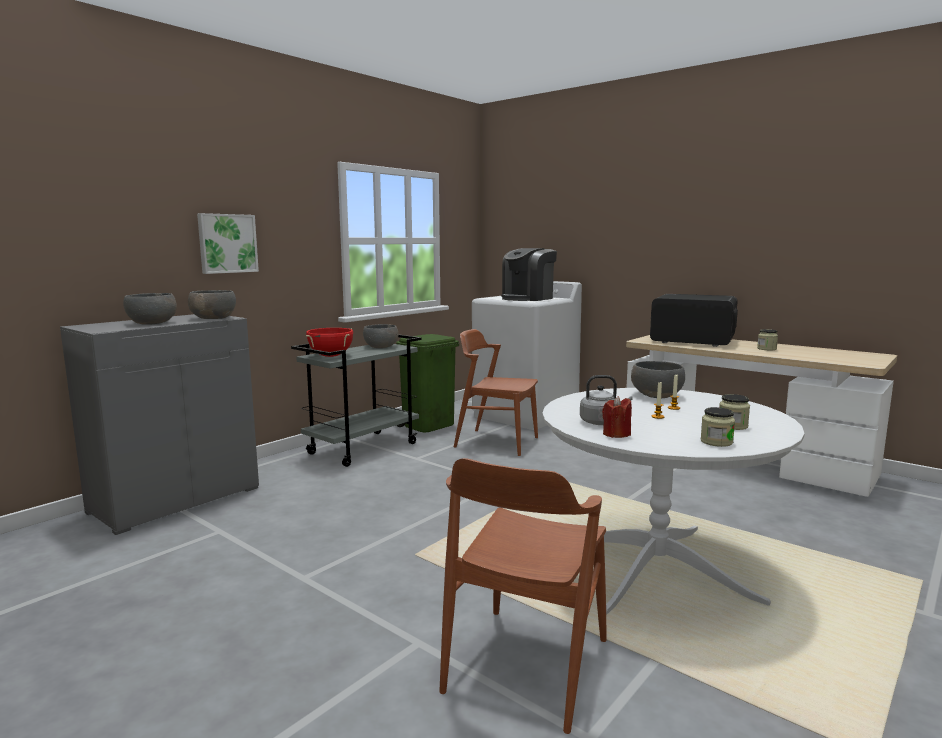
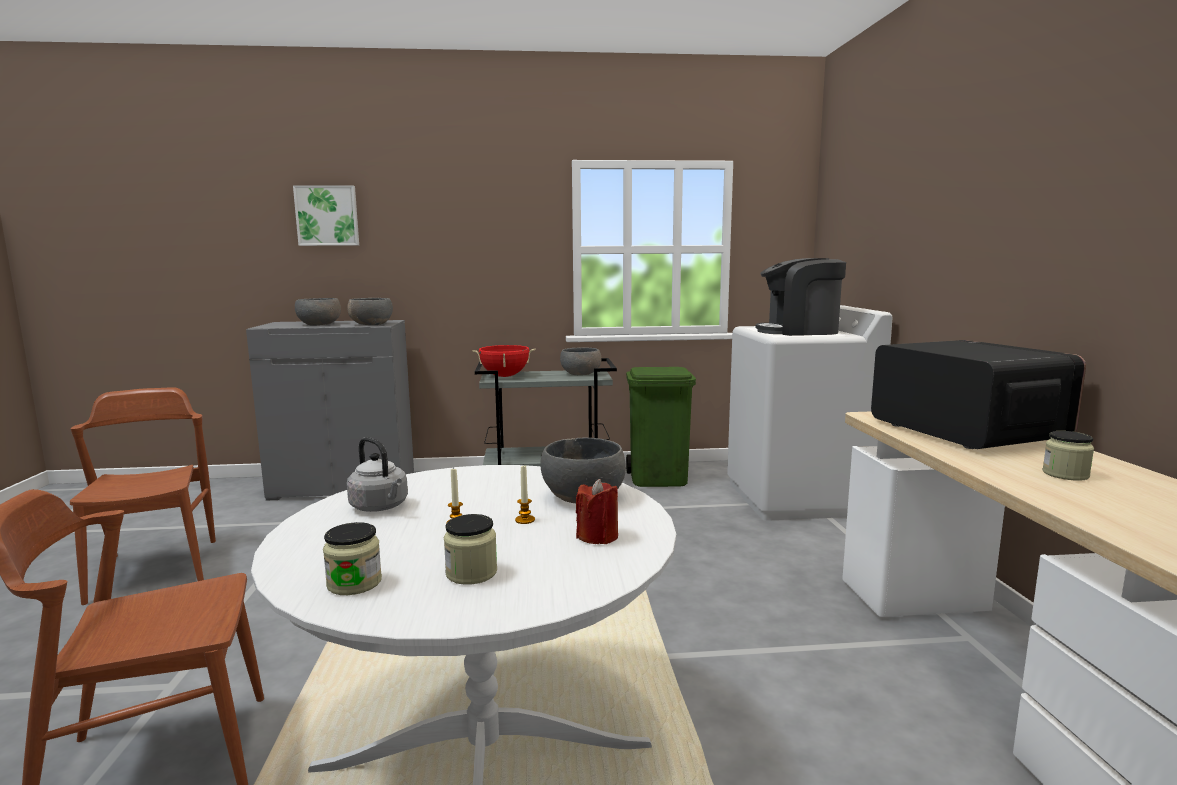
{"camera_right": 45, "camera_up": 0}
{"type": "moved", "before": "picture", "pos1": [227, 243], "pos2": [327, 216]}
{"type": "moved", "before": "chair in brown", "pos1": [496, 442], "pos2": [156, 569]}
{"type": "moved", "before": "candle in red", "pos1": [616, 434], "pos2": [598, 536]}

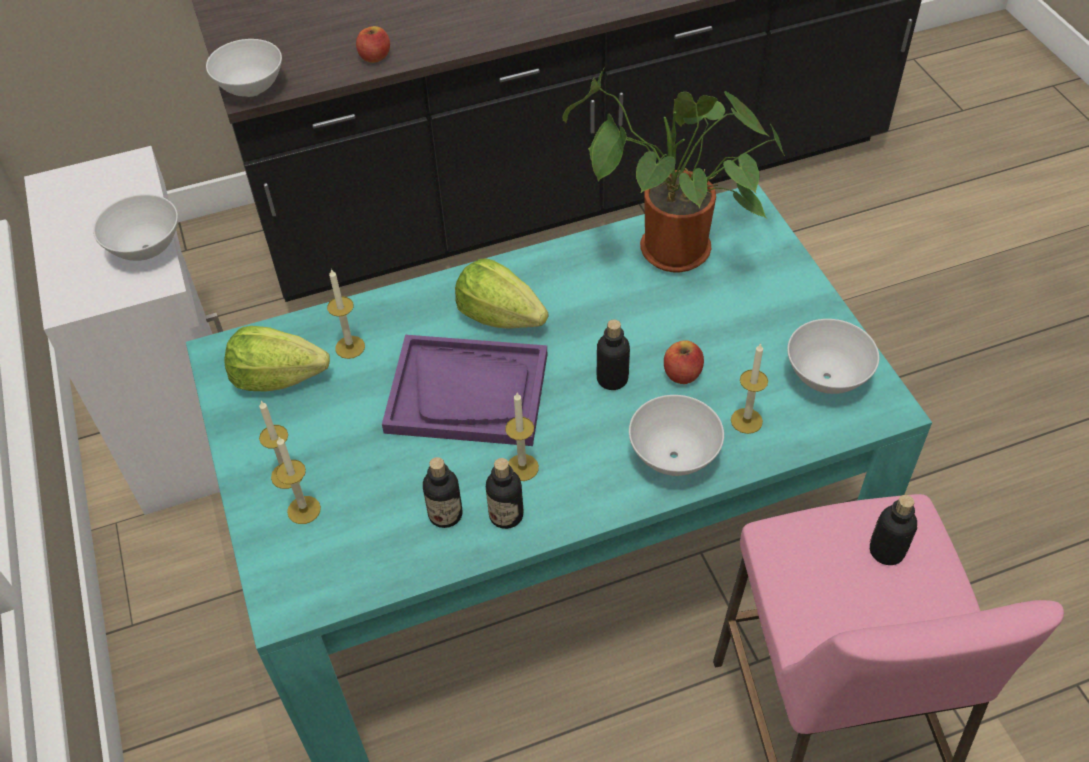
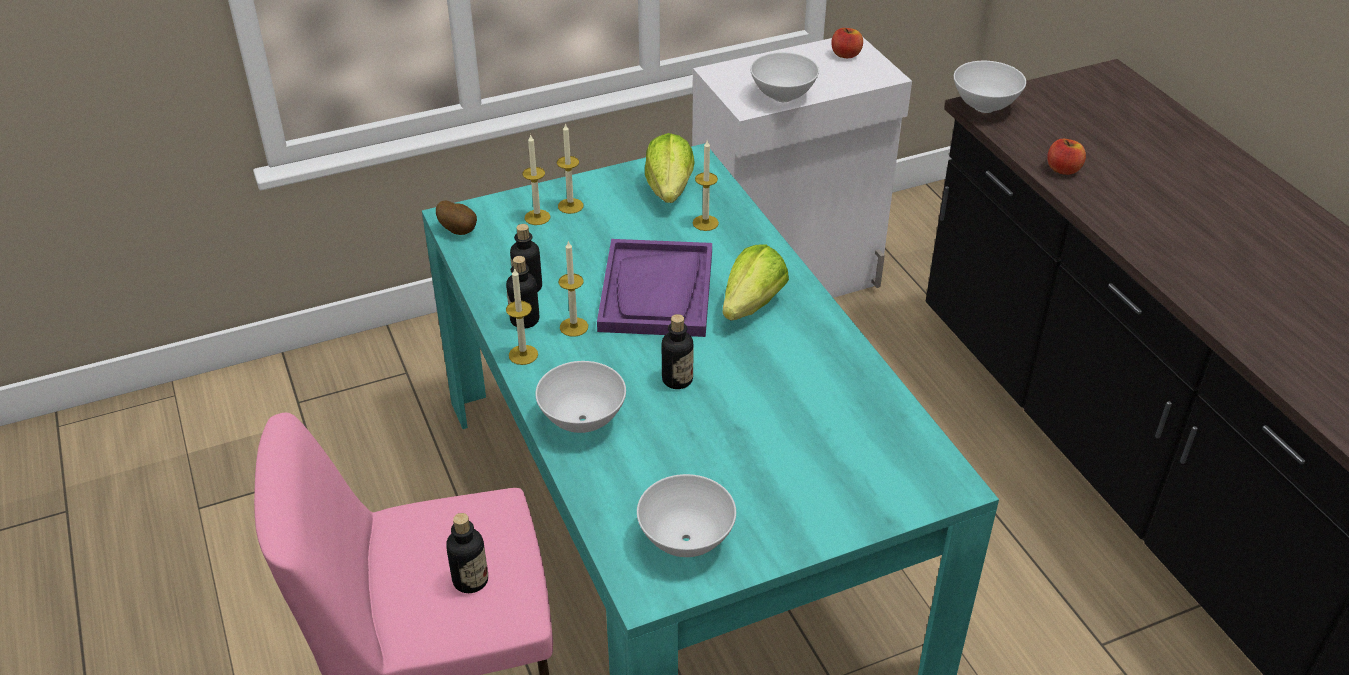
{"camera_right": 85, "camera_up": -10}
{"type": "removed", "before": "potted plant", "pos1": [667, 254]}
{"type": "moved", "before": "apple", "pos1": [682, 374], "pos2": [846, 55]}
{"type": "moved", "before": "candle", "pos1": [746, 421], "pos2": [523, 355]}
{"type": "added", "after": "potato", "pos2": [459, 230]}

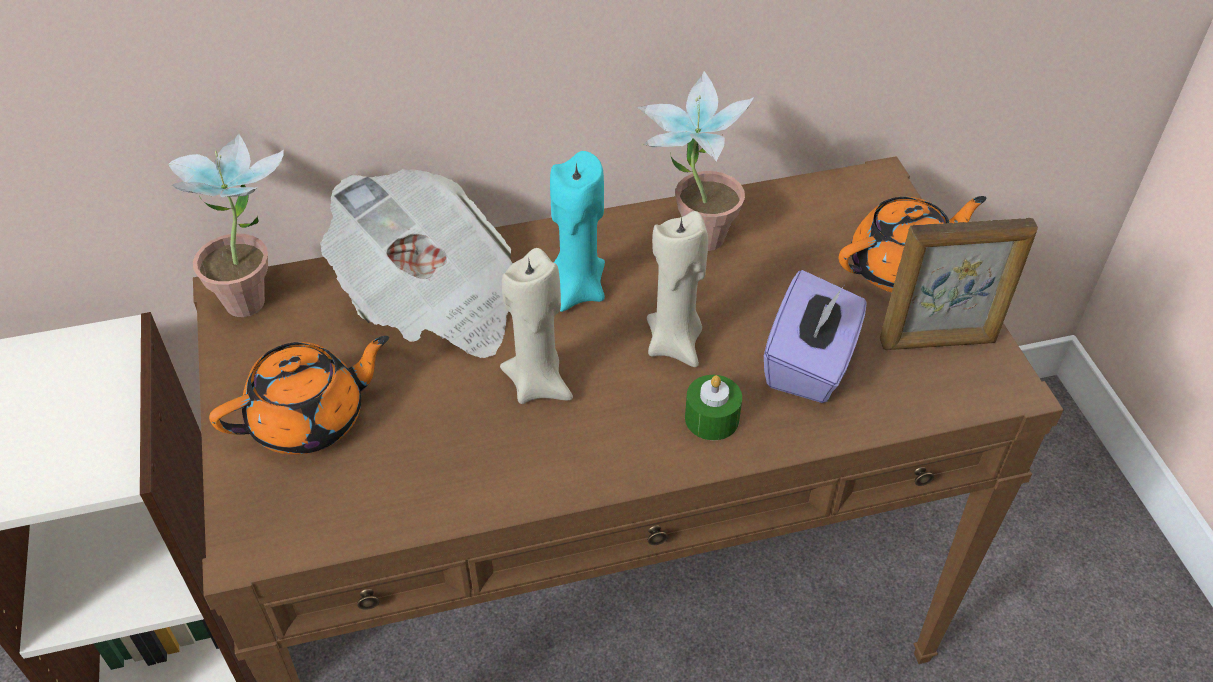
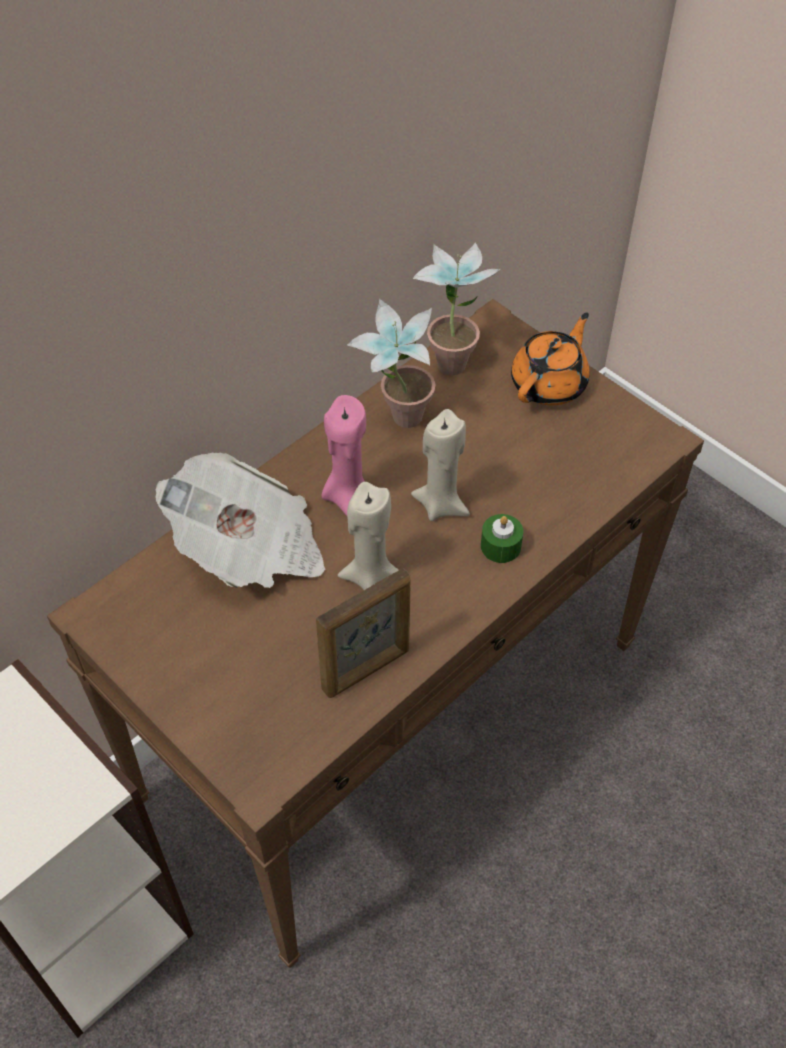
{"camera_right": -30, "camera_up": 5}
{"type": "moved", "before": "potted plant", "pos1": [257, 294], "pos2": [453, 357]}
{"type": "recoloured", "before": "candle in turquoise", "after": "candle in pink", "pos1": [577, 290], "pos2": [346, 495]}
{"type": "moved", "before": "picture frame", "pos1": [938, 342], "pos2": [367, 670]}
{"type": "removed", "before": "tissue box in purple", "pos1": [810, 363]}
{"type": "removed", "before": "teapot in orange", "pos1": [310, 419]}

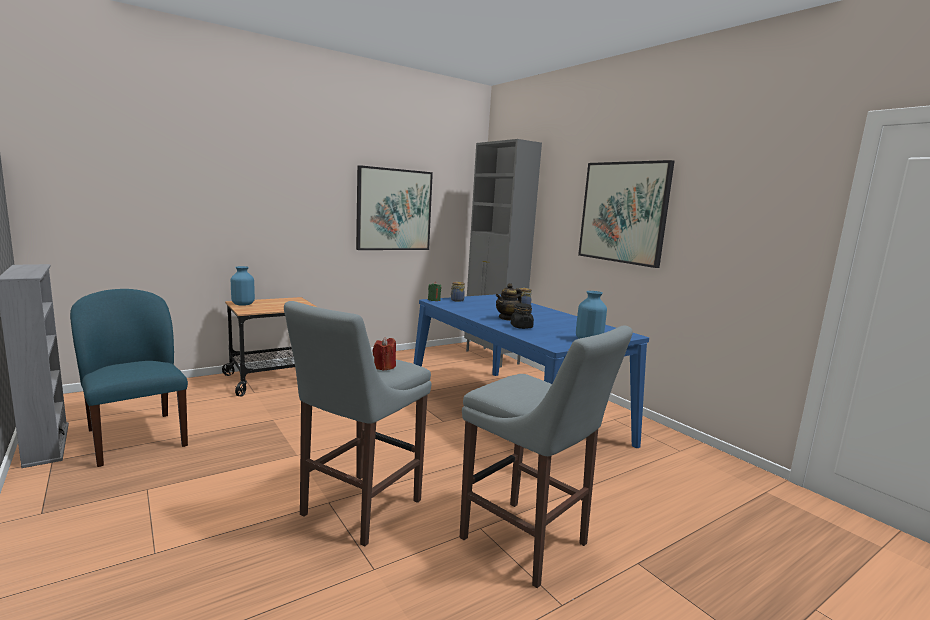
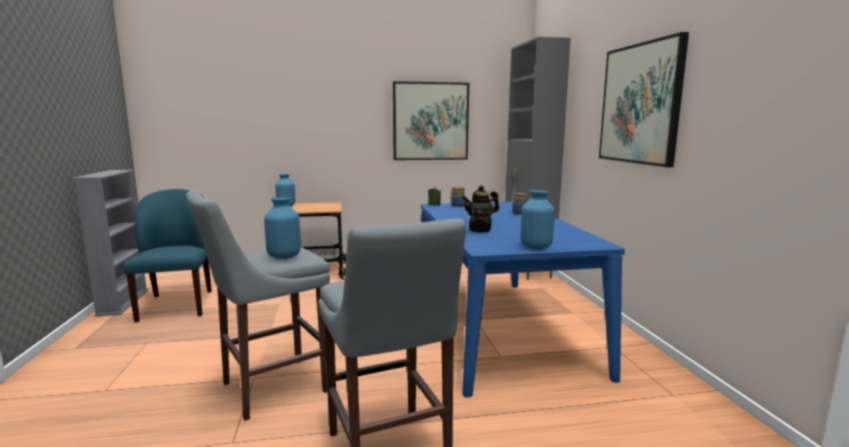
{"camera_right": 25, "camera_up": 0}
{"type": "replaced", "before": "candle in red", "after": "vase in blue", "pos1": [384, 367], "pos2": [284, 256]}

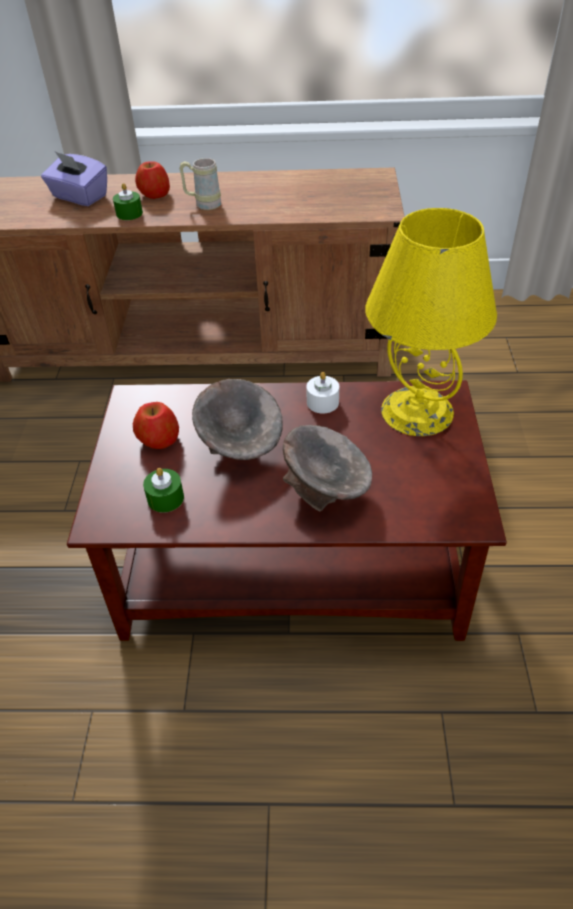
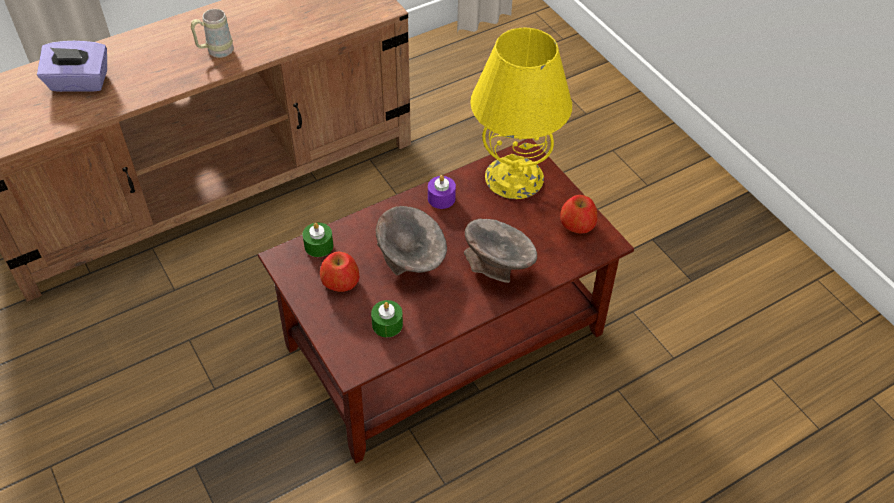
{"camera_right": -35, "camera_up": 5}
{"type": "moved", "before": "apple", "pos1": [155, 194], "pos2": [577, 224]}
{"type": "moved", "before": "candle in green", "pos1": [129, 213], "pos2": [318, 246]}
{"type": "recoloured", "before": "candle in white", "after": "candle in purple", "pos1": [322, 402], "pos2": [441, 198]}

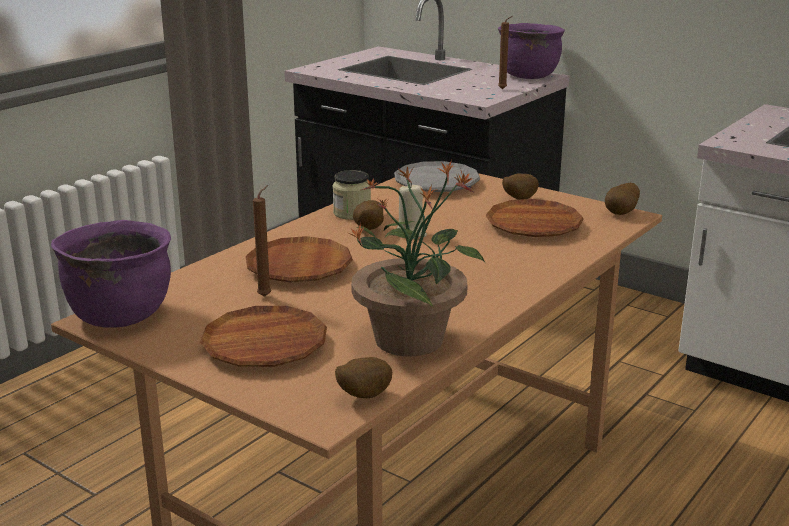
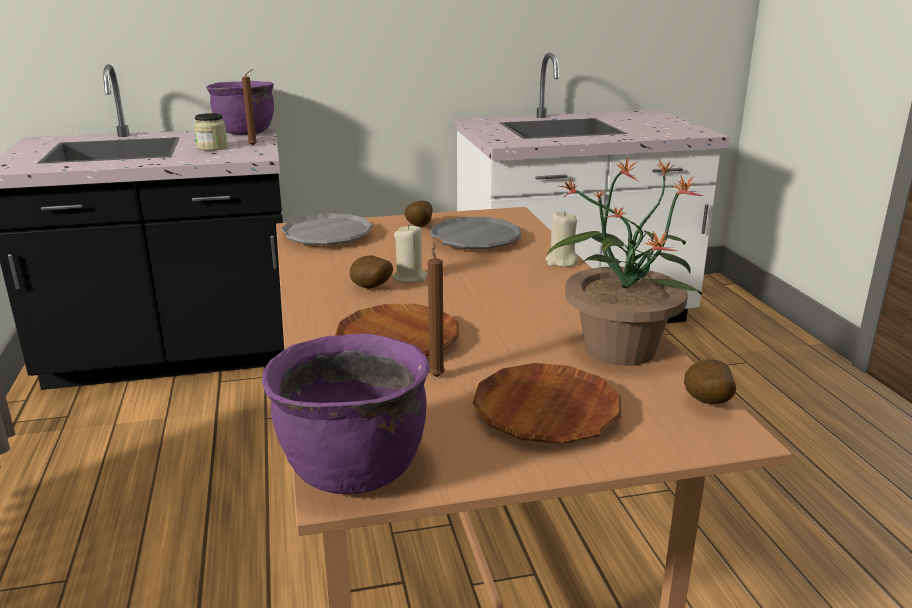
{"camera_right": -50, "camera_up": 0}
{"type": "moved", "before": "jar", "pos1": [352, 213], "pos2": [212, 147]}
{"type": "removed", "before": "potato", "pos1": [622, 213]}
{"type": "recoloured", "before": "plate in brown", "after": "plate in grey", "pos1": [533, 225], "pos2": [475, 240]}
{"type": "added", "after": "candle in beige", "pos2": [561, 262]}

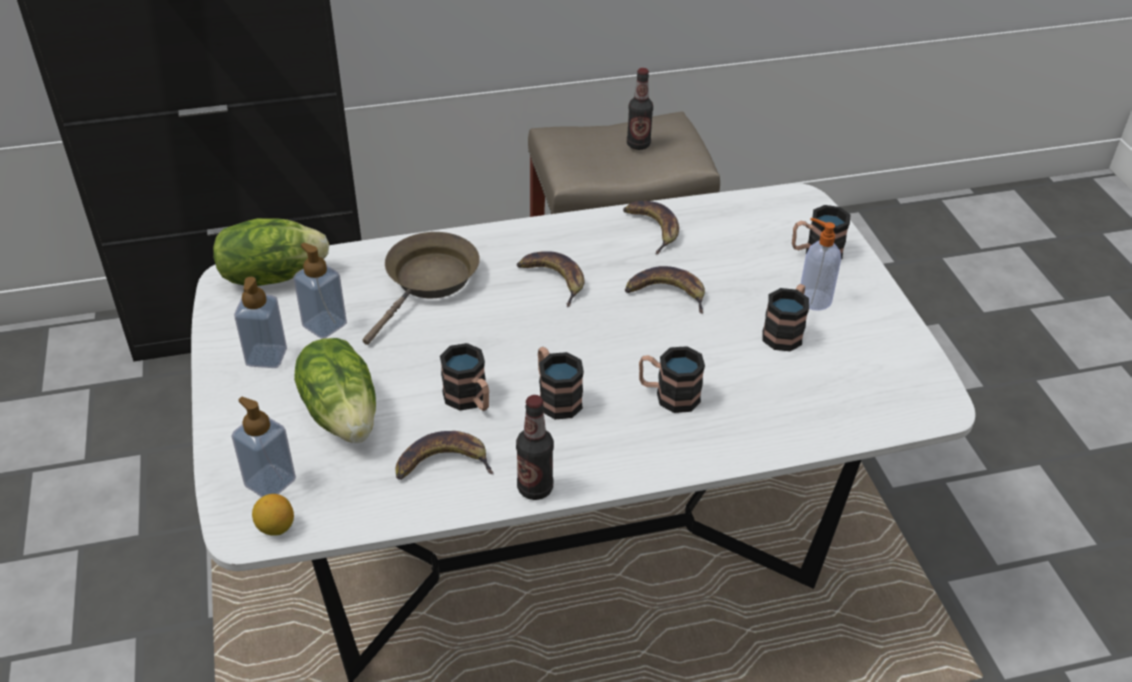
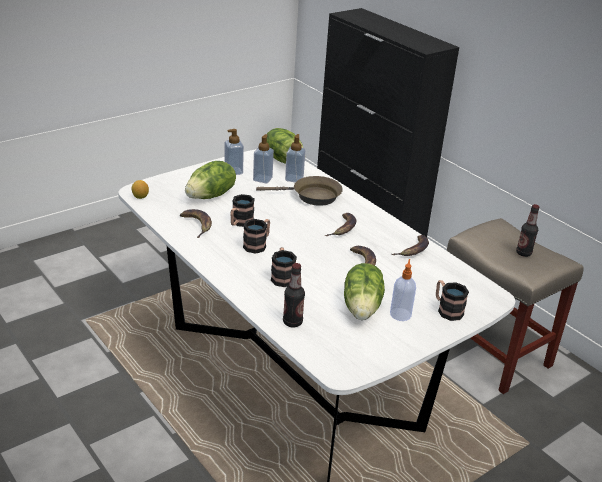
{"camera_right": 65, "camera_up": -10}
{"type": "replaced", "before": "mug", "after": "lettuce", "pos1": [785, 331], "pos2": [362, 307]}
{"type": "moved", "before": "bottle", "pos1": [535, 488], "pos2": [292, 322]}
{"type": "moved", "before": "soap dispenser", "pos1": [270, 482], "pos2": [294, 179]}

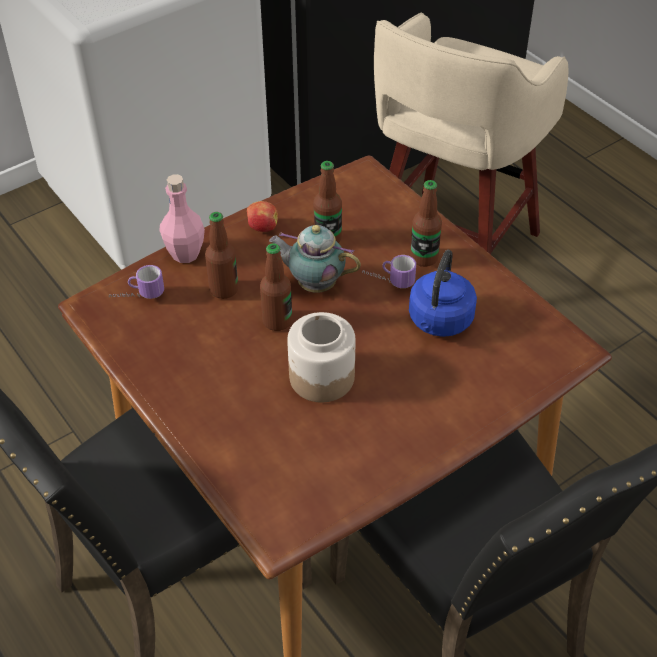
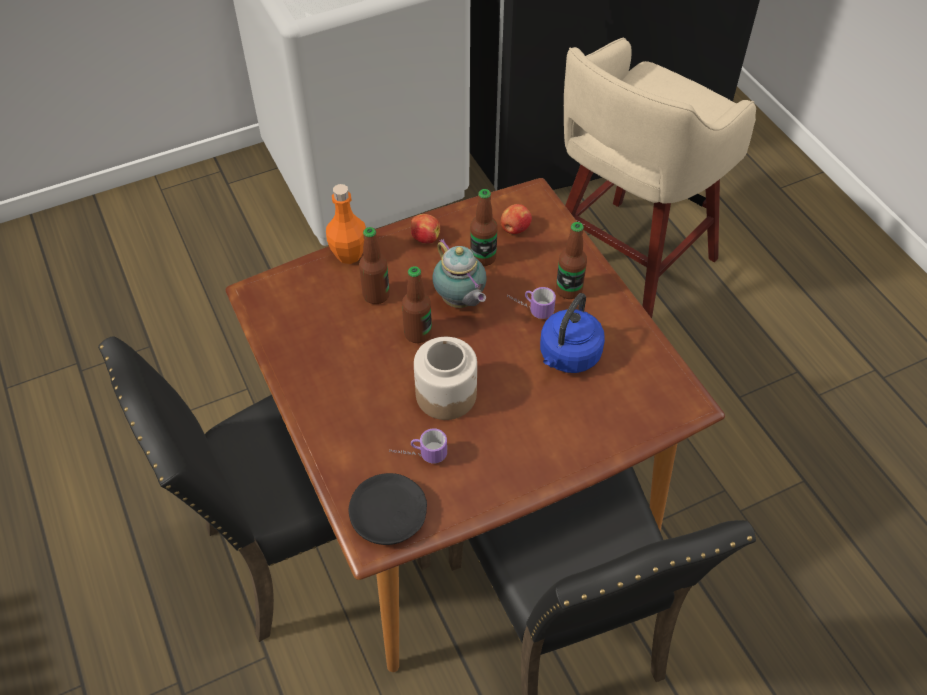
{"camera_right": 10, "camera_up": 5}
{"type": "recoloured", "before": "bottle in pink", "after": "bottle in orange", "pos1": [185, 254], "pos2": [349, 254]}
{"type": "turned", "before": "teapot", "pos1": [314, 284], "pos2": [460, 301], "turn": -150}
{"type": "moved", "before": "mug", "pos1": [137, 296], "pos2": [418, 455]}
{"type": "added", "after": "apple", "pos2": [514, 229]}
{"type": "added", "after": "plate in black", "pos2": [388, 516]}

